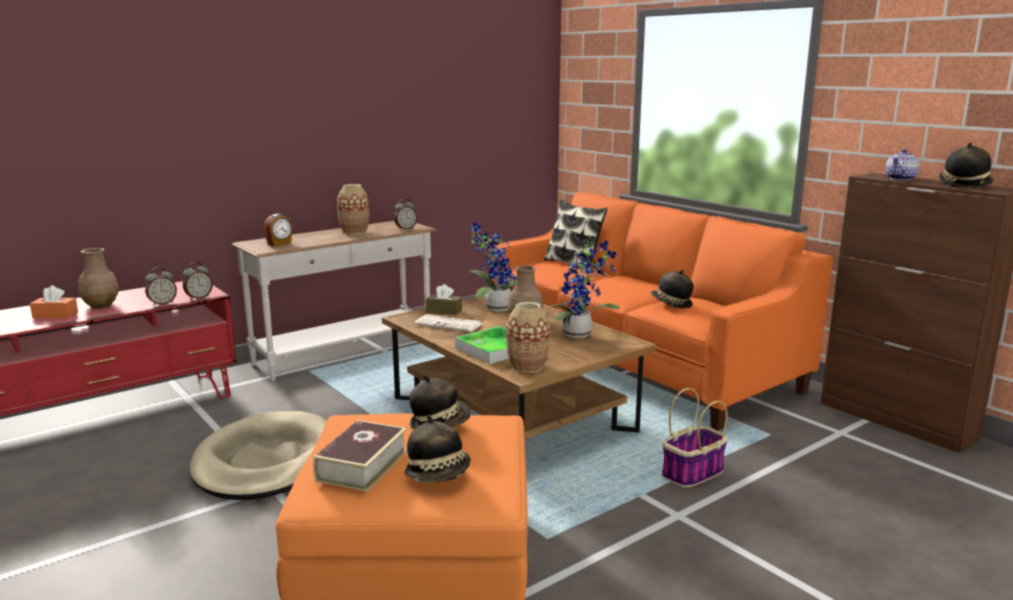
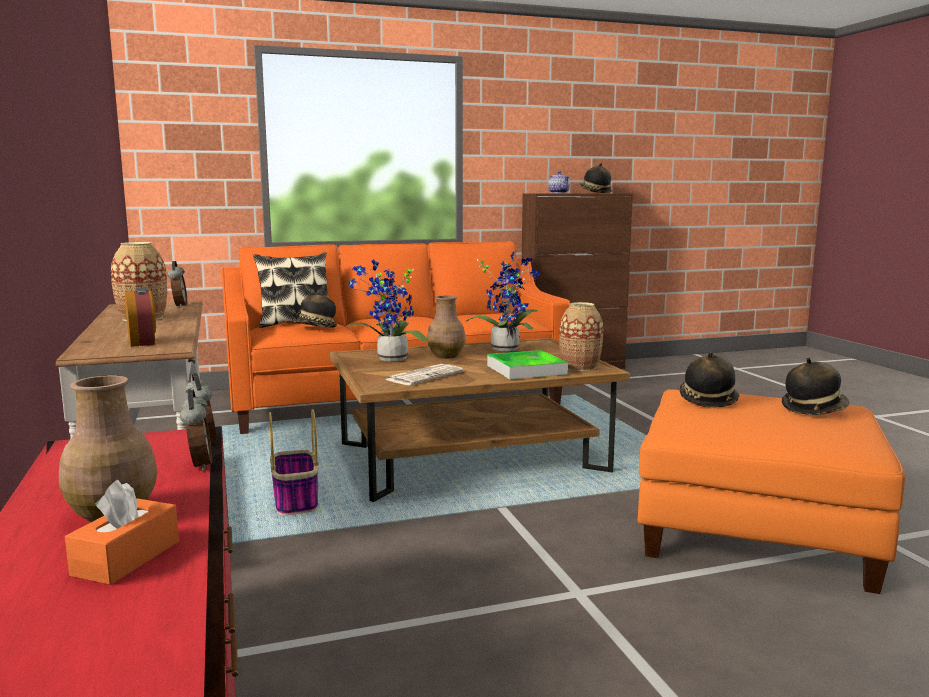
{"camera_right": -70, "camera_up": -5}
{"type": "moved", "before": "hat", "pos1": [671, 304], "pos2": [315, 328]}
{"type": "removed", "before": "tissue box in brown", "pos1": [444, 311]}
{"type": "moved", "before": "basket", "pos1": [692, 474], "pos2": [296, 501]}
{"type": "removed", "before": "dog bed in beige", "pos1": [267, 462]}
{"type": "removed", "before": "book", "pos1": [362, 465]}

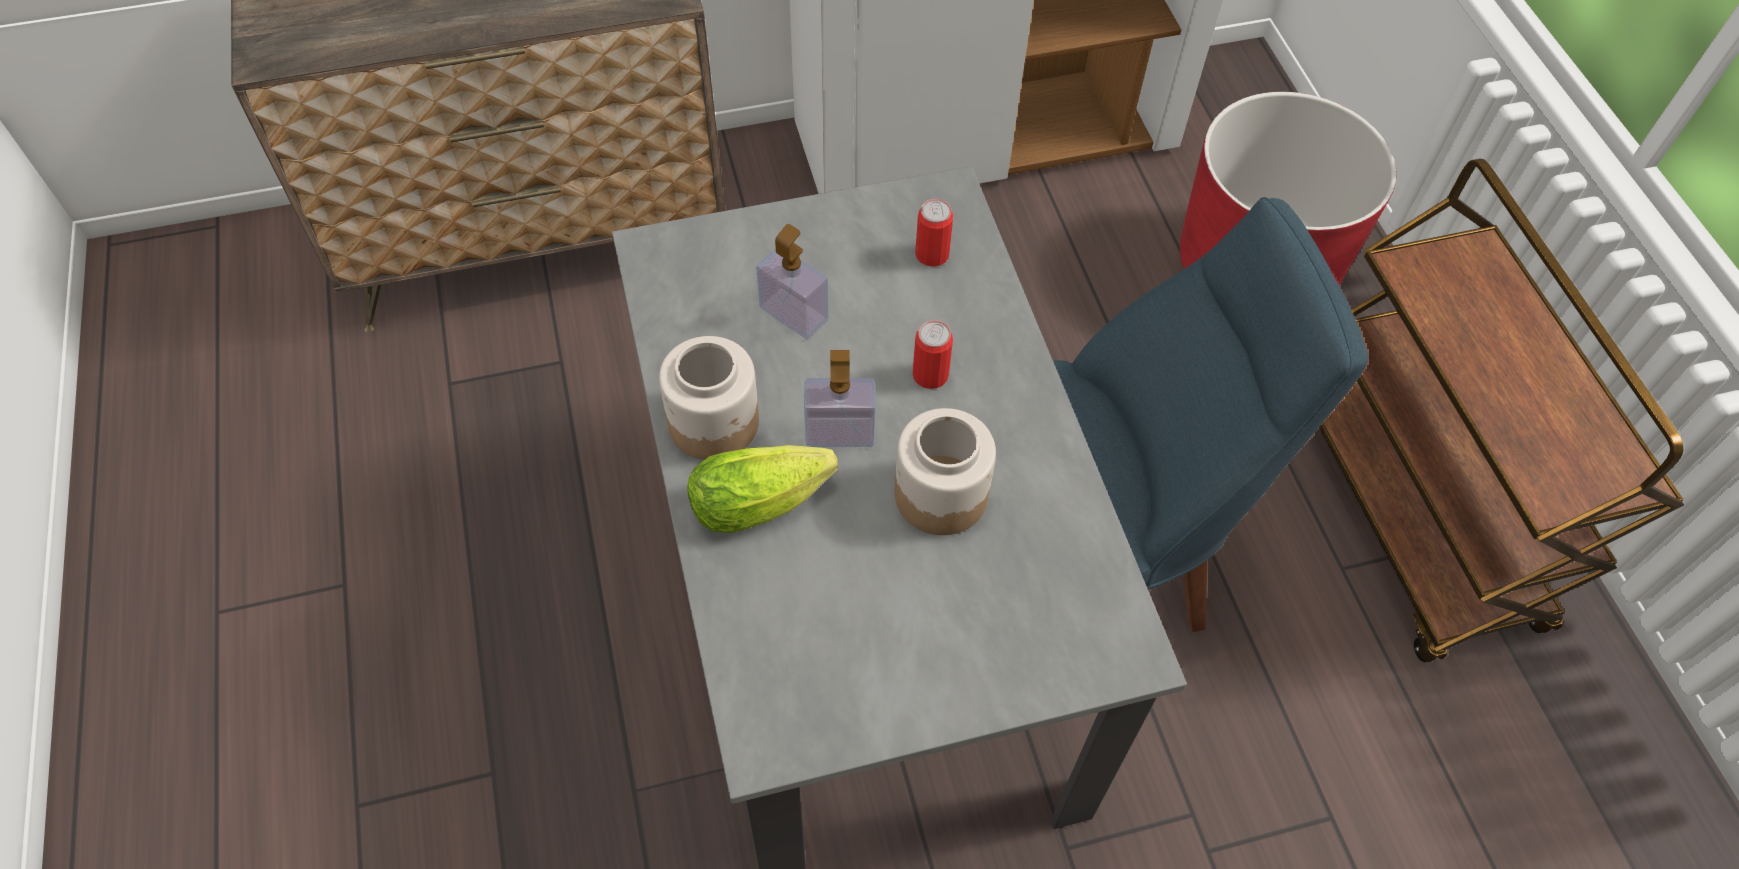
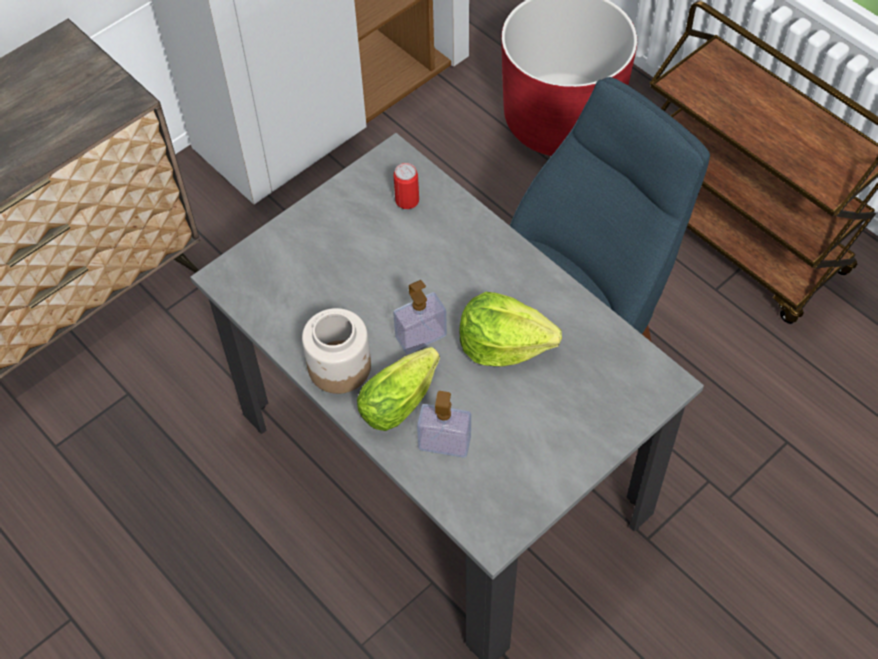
{"camera_right": -25, "camera_up": 0}
{"type": "moved", "before": "soap dispenser", "pos1": [793, 314], "pos2": [444, 443]}
{"type": "removed", "before": "can", "pos1": [930, 375]}
{"type": "replaced", "before": "jar", "after": "lettuce", "pos1": [940, 494], "pos2": [503, 344]}

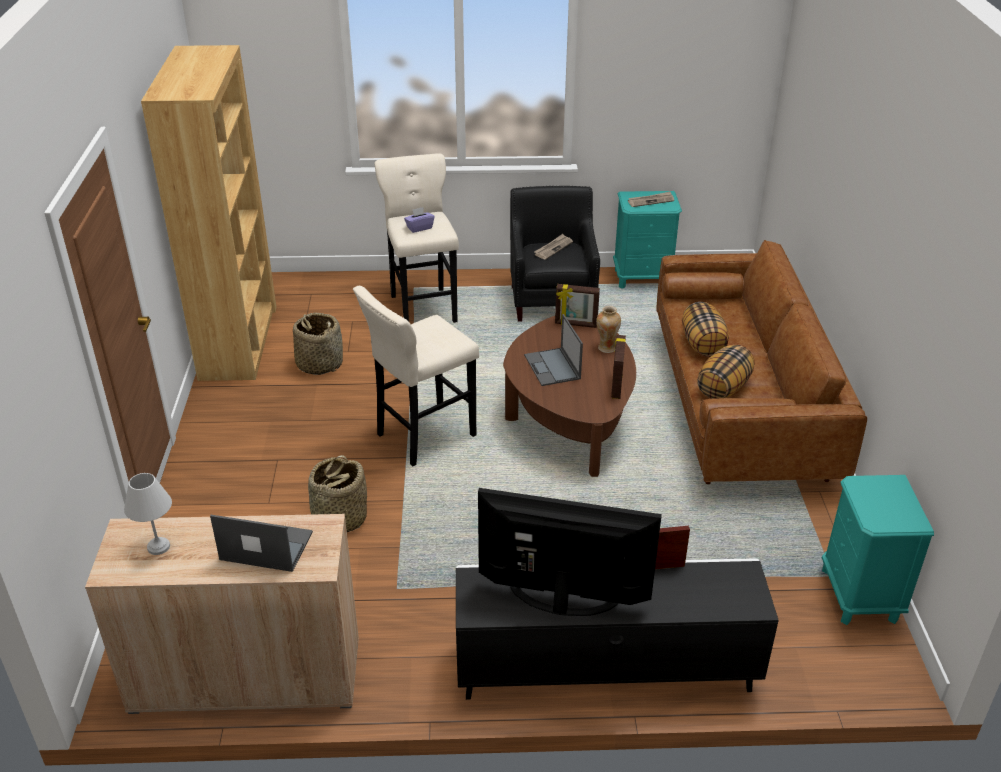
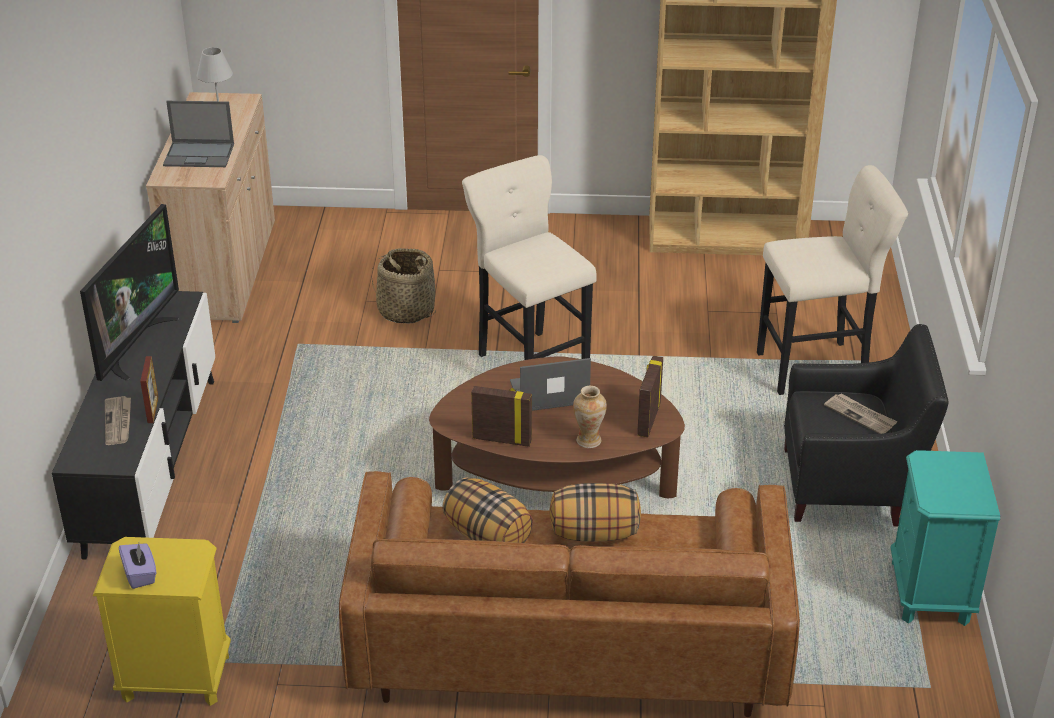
{"camera_right": 95, "camera_up": 0}
{"type": "moved", "before": "newspaper", "pos1": [651, 201], "pos2": [118, 422]}
{"type": "moved", "before": "tissue box in purple", "pos1": [419, 228], "pos2": [140, 574]}
{"type": "removed", "before": "basket", "pos1": [319, 363]}
{"type": "recoloured", "before": "nightstand in turquoise", "after": "nightstand in yellow", "pos1": [860, 595], "pos2": [175, 678]}
{"type": "turned", "before": "laptop", "pos1": [265, 546], "pos2": [200, 155], "turn": 75}

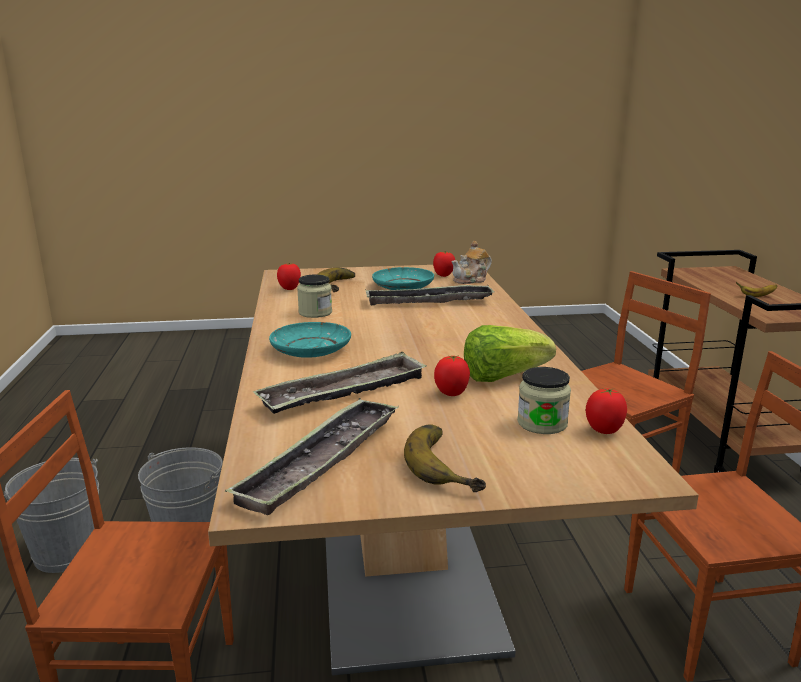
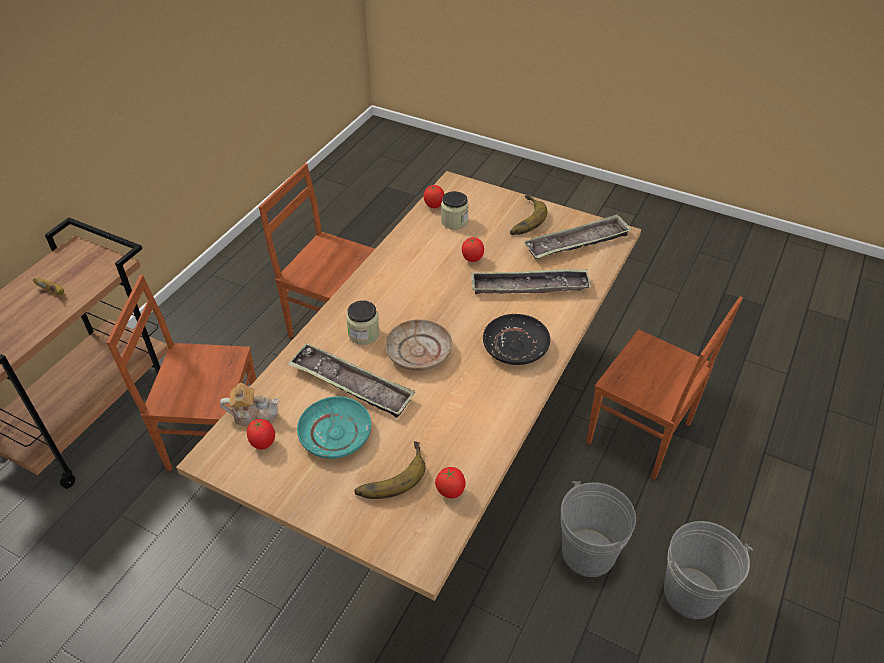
{"camera_right": -145, "camera_up": 25}
{"type": "moved", "before": "jar", "pos1": [315, 313], "pos2": [364, 334]}
{"type": "recoloured", "before": "plate in turquoise", "after": "plate in black", "pos1": [310, 349], "pos2": [516, 346]}
{"type": "removed", "before": "lettuce", "pos1": [503, 376]}
{"type": "added", "after": "plate in beige", "pos2": [418, 352]}

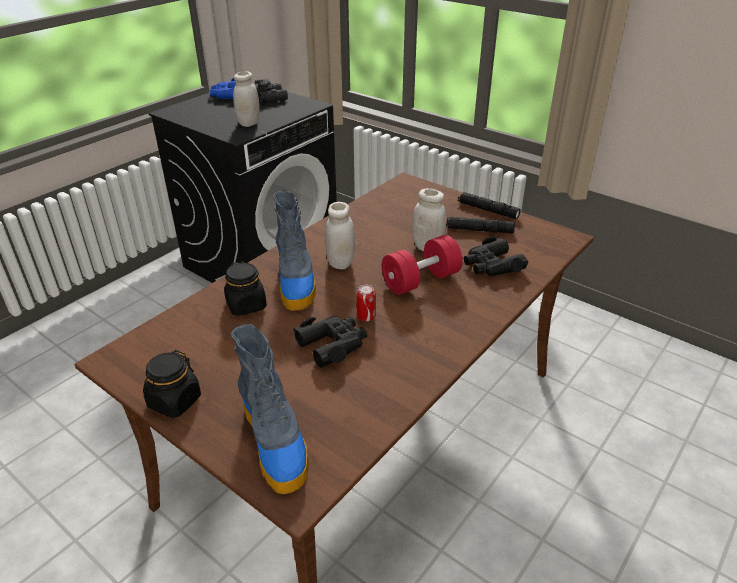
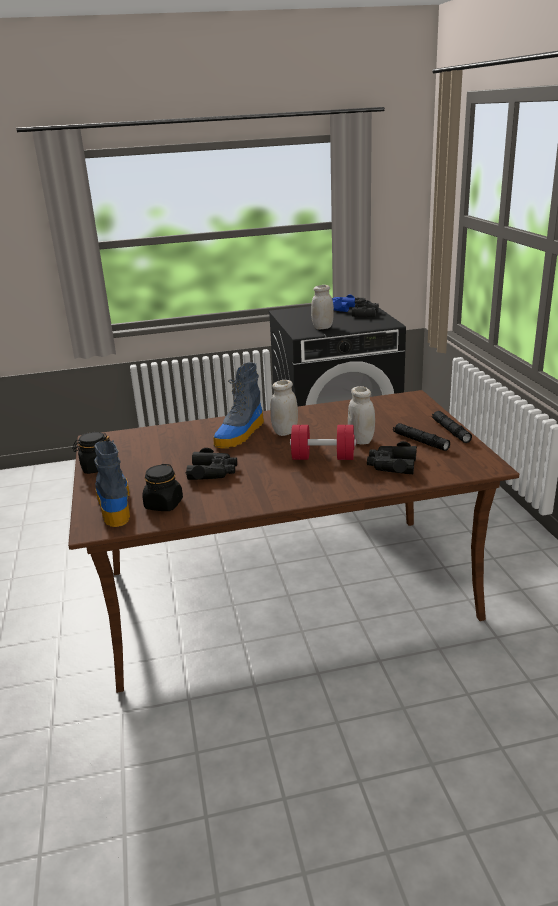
{"camera_right": 40, "camera_up": -10}
{"type": "moved", "before": "jar in black", "pos1": [246, 305], "pos2": [163, 504]}
{"type": "removed", "before": "can", "pos1": [366, 317]}
{"type": "turned", "before": "boot", "pos1": [275, 443], "pos2": [114, 504], "turn": 150}

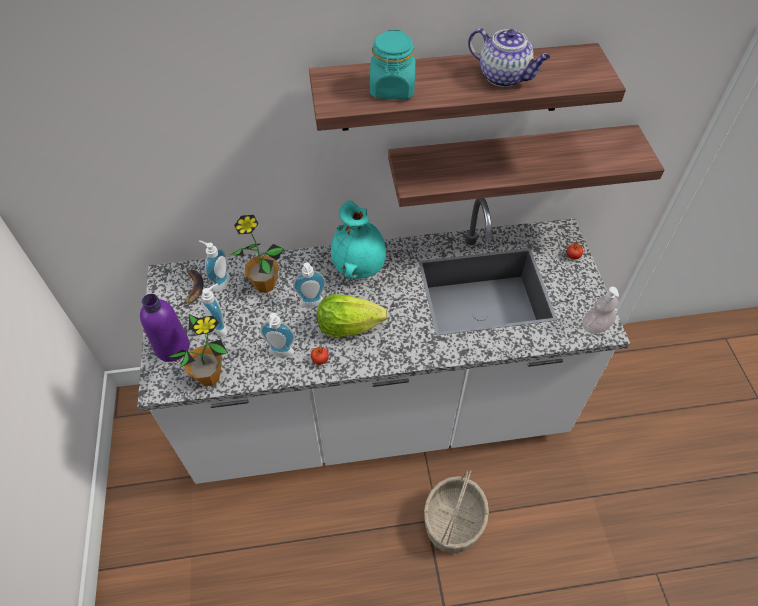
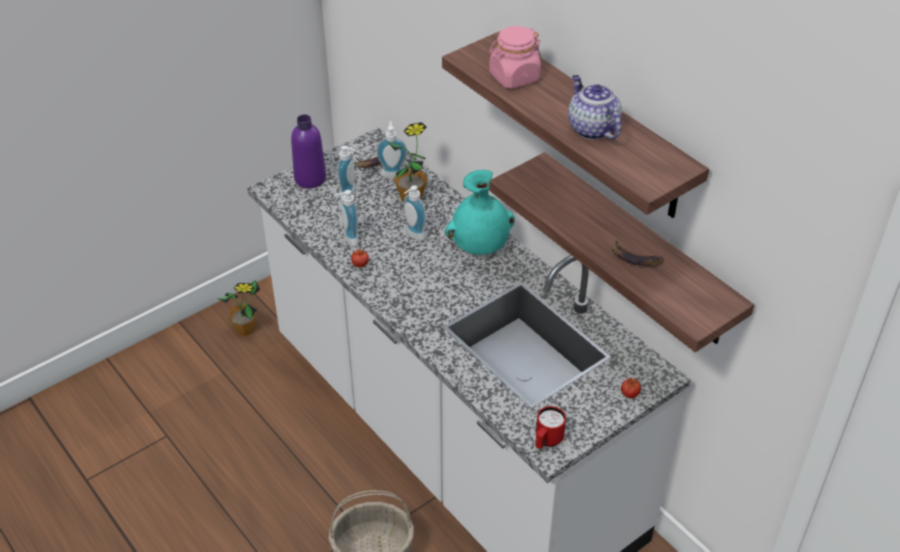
{"camera_right": 60, "camera_up": -10}
{"type": "turned", "before": "teapot", "pos1": [504, 77], "pos2": [591, 128], "turn": 150}
{"type": "recoloured", "before": "jar in turquoise", "after": "jar in pink", "pos1": [392, 88], "pos2": [514, 77]}
{"type": "replaced", "before": "soap dispenser", "after": "mug in red", "pos1": [595, 326], "pos2": [547, 441]}
{"type": "removed", "before": "lettuce", "pos1": [348, 326]}
{"type": "moved", "before": "potted plant", "pos1": [209, 376], "pos2": [245, 329]}
{"type": "added", "after": "banana", "pos2": [635, 258]}

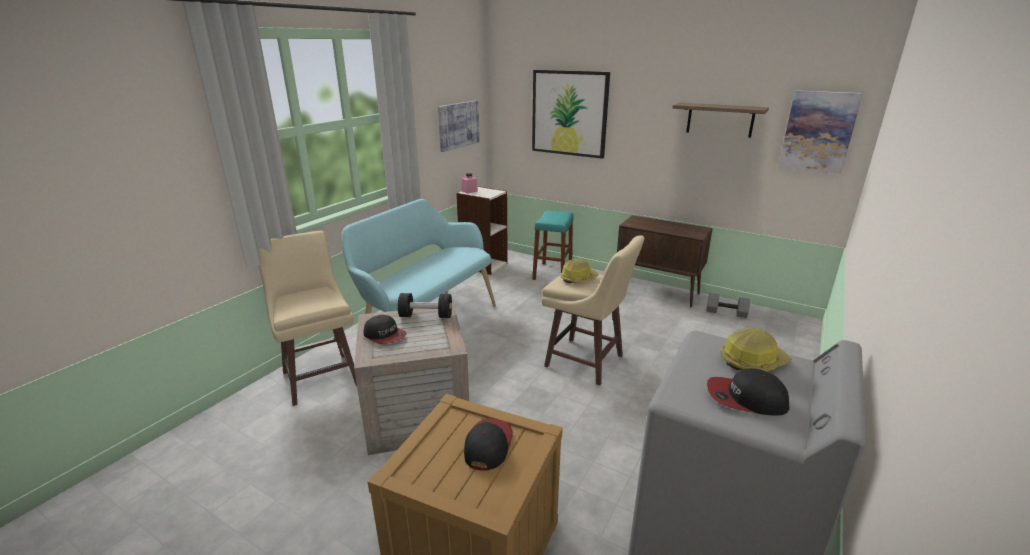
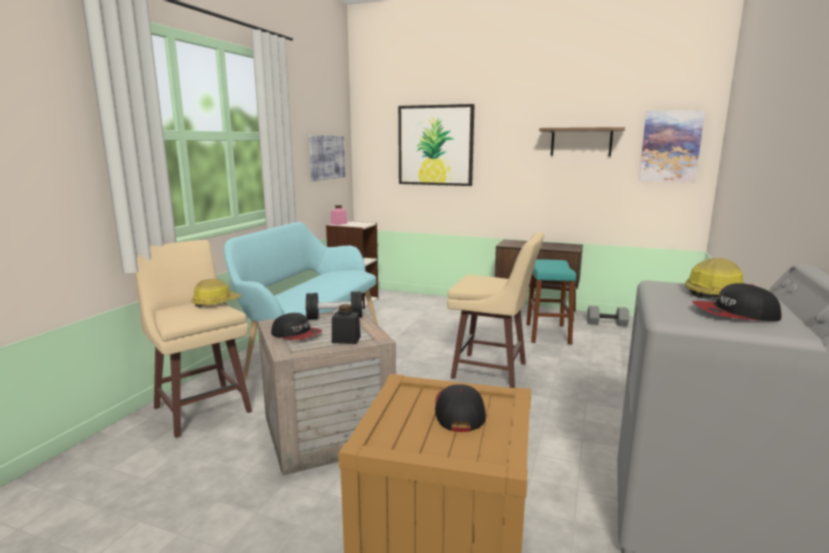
{"camera_right": -10, "camera_up": -10}
{"type": "moved", "before": "stool in turquoise", "pos1": [552, 273], "pos2": [548, 333]}
{"type": "moved", "before": "hard hat", "pos1": [578, 278], "pos2": [216, 302]}
{"type": "added", "after": "jar in black", "pos2": [346, 339]}

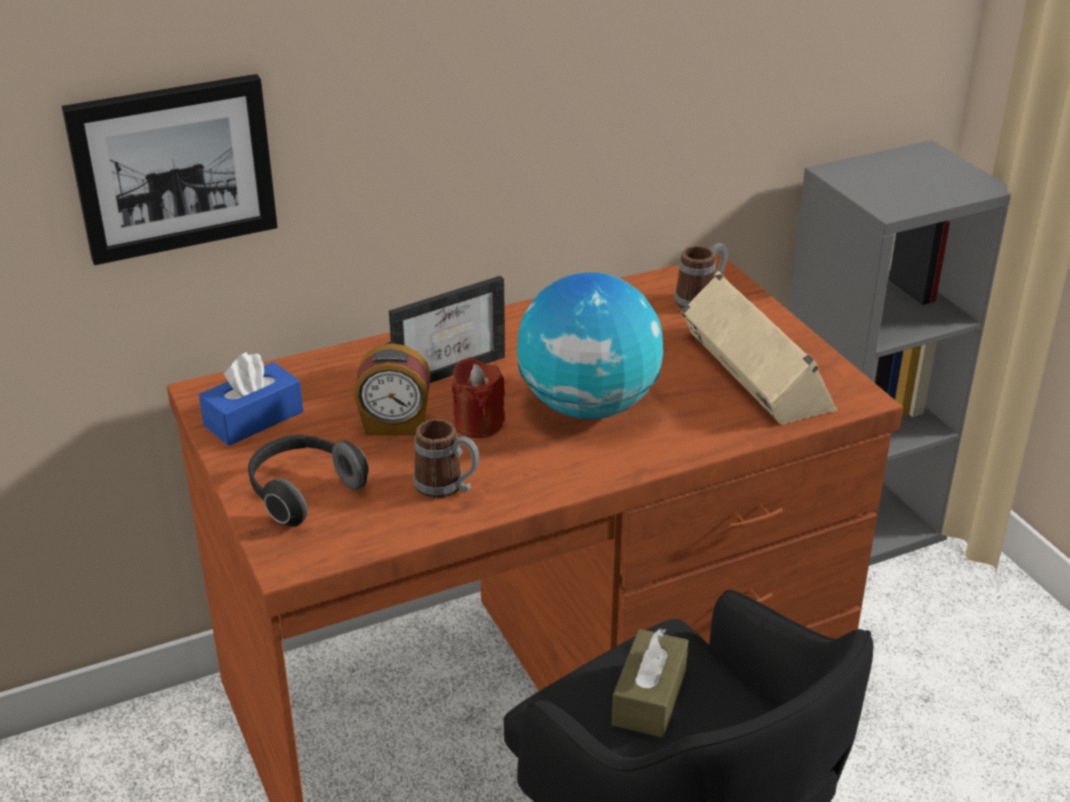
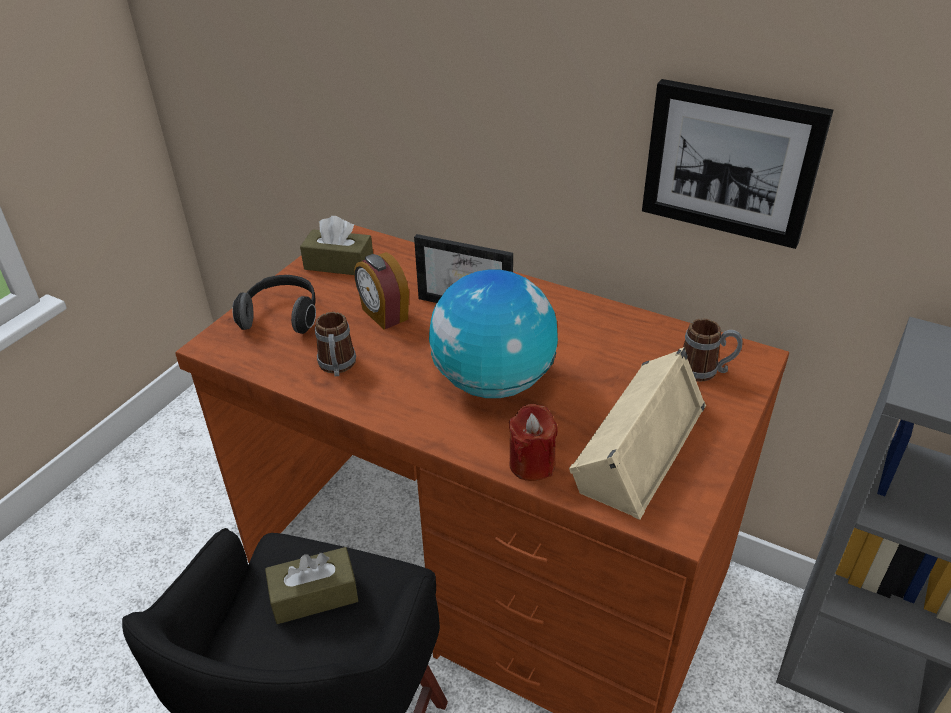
{"camera_right": 55, "camera_up": 5}
{"type": "moved", "before": "picture", "pos1": [173, 167], "pos2": [731, 162]}
{"type": "recoloured", "before": "tissue box in blue", "after": "tissue box in brown", "pos1": [253, 419], "pos2": [339, 264]}
{"type": "moved", "before": "candle in red", "pos1": [478, 424], "pos2": [532, 464]}

